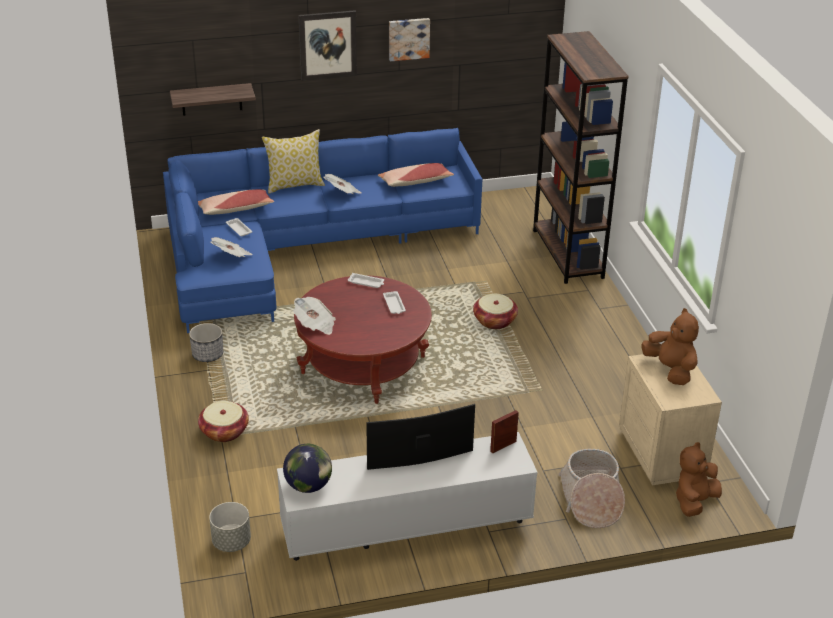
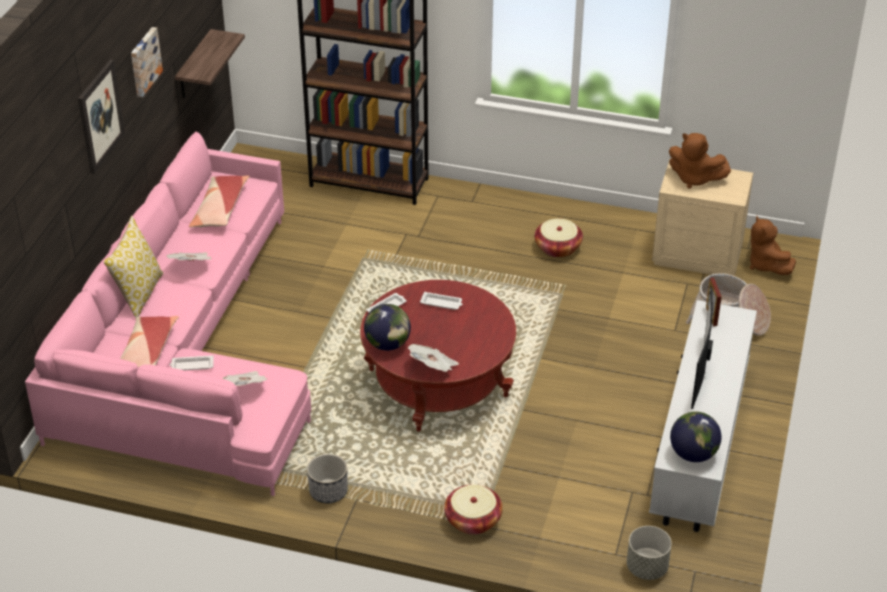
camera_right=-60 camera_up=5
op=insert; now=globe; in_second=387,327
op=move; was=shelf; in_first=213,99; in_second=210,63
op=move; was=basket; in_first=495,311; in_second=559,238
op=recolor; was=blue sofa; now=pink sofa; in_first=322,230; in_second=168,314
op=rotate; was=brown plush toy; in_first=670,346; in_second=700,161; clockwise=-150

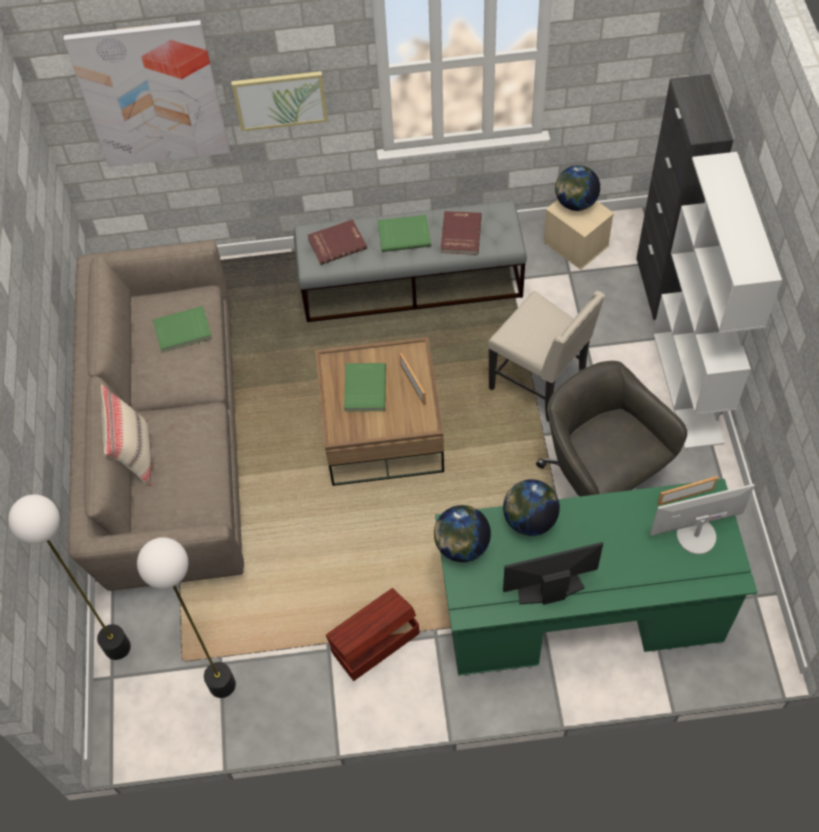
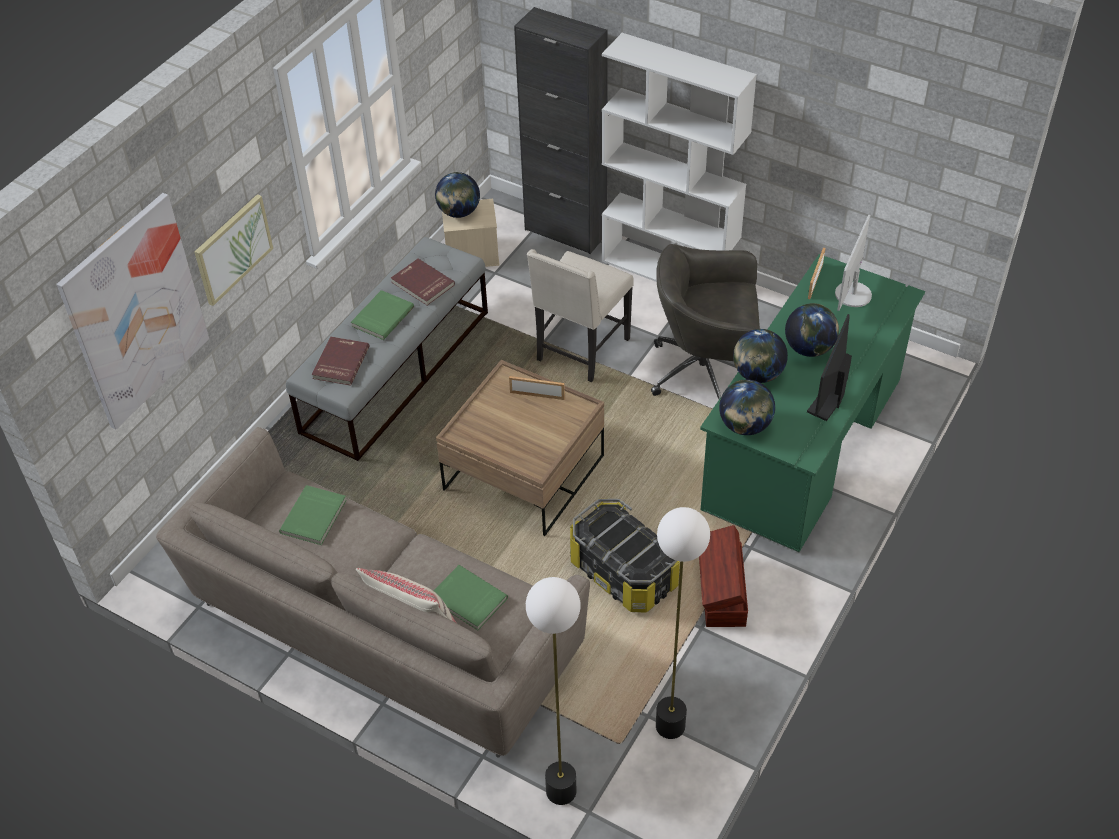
camera_right=-55 camera_up=-10
op=insert; now=storage box; in_second=625,555
op=insert; now=globe; in_second=812,330
op=move; was=green book; in_first=365,387; in_second=471,597
op=rotate; was=beige chair; in_first=546,356; in_second=580,315; clockwise=135

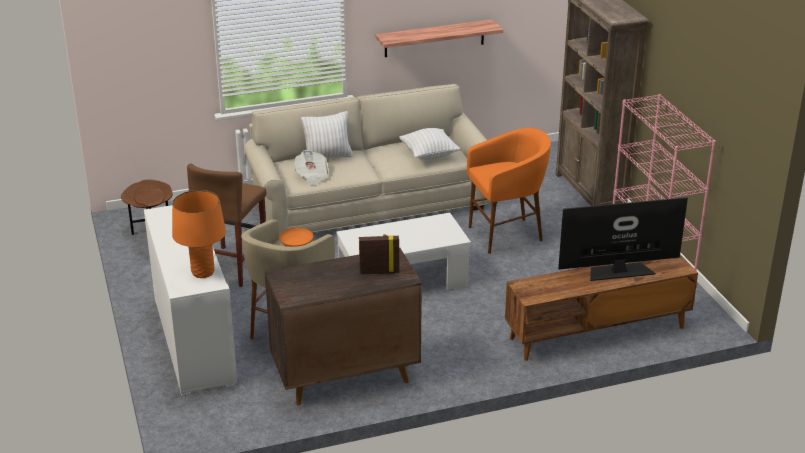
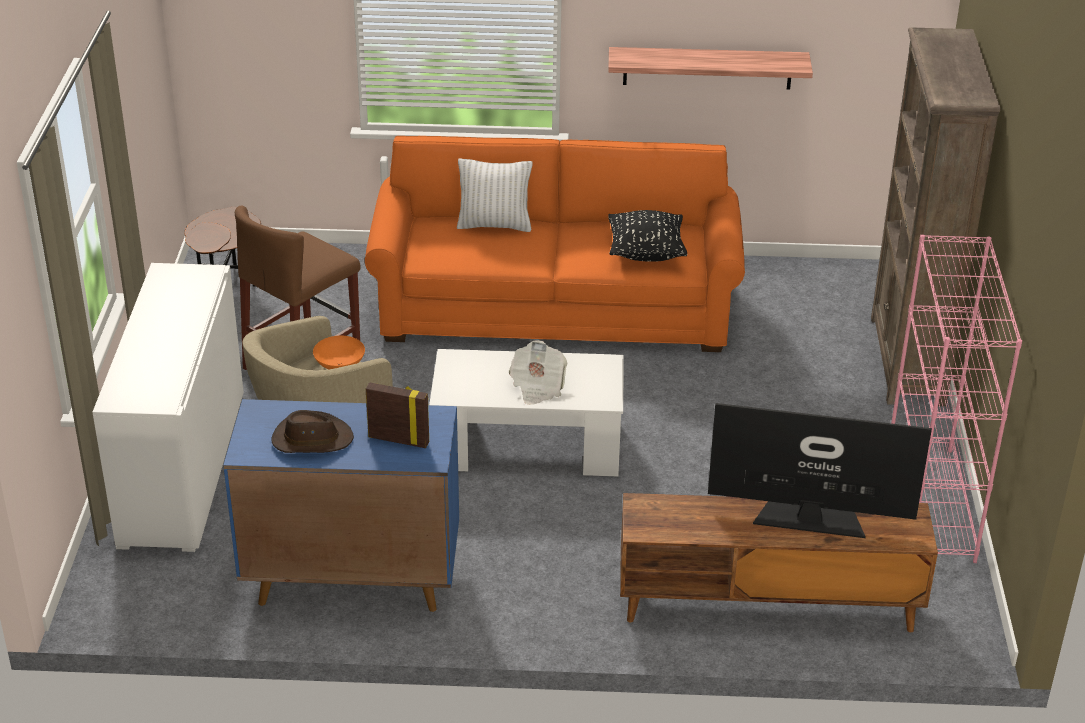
camera_right=20 camera_up=5
op=delete; was=orange table lamp; in_first=199,234
op=delete; was=orange stool; in_first=509,191
op=insert; now=brown hat; in_second=312,431
op=move; was=newspaper; in_first=312,167; in_second=538,372
op=recolor; was=beige sofa; now=orange sofa; in_first=365,159; in_second=555,244
op=recolor; was=brown cabinet; now=blue cabinet; in_first=343,326; in_second=341,505
op=recolor; was=white pillow; now=black pillow; in_first=429,144; in_second=648,236

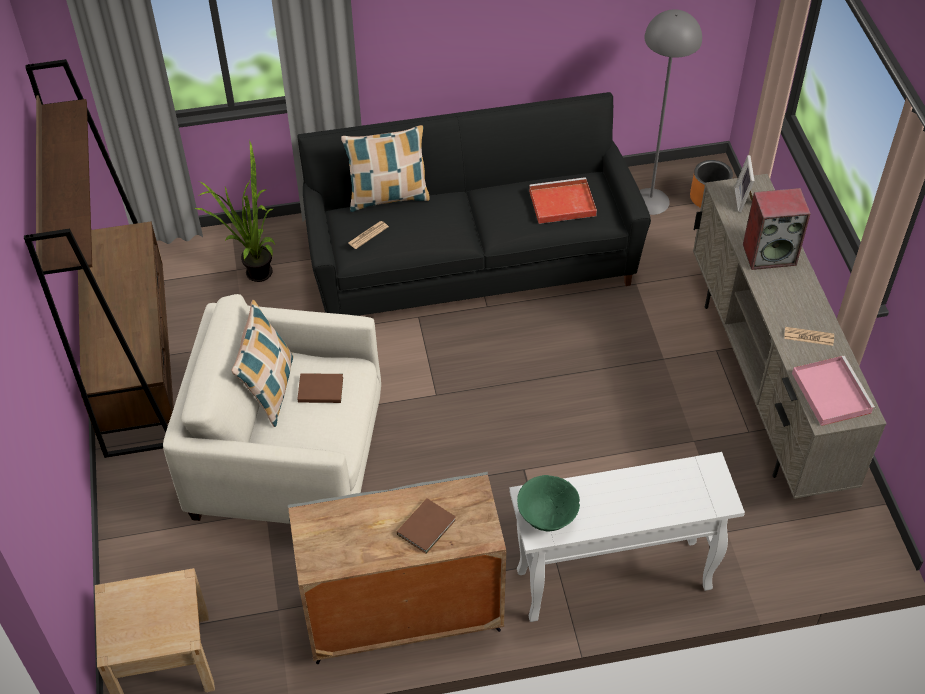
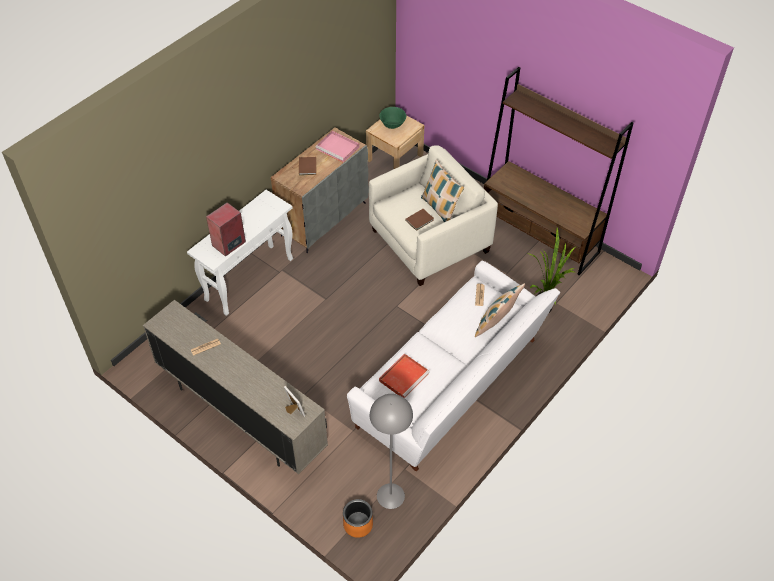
camera_right=140 camera_up=0
op=move; was=green bowl; in_first=548,503; in_second=392,118
op=move; was=speaker; in_first=777,229; in_second=226,229
op=move; was=pink tray; in_first=833,391; in_second=337,147
op=recolor; was=black sofa; now=white sofa; in_first=474,204; in_second=453,366

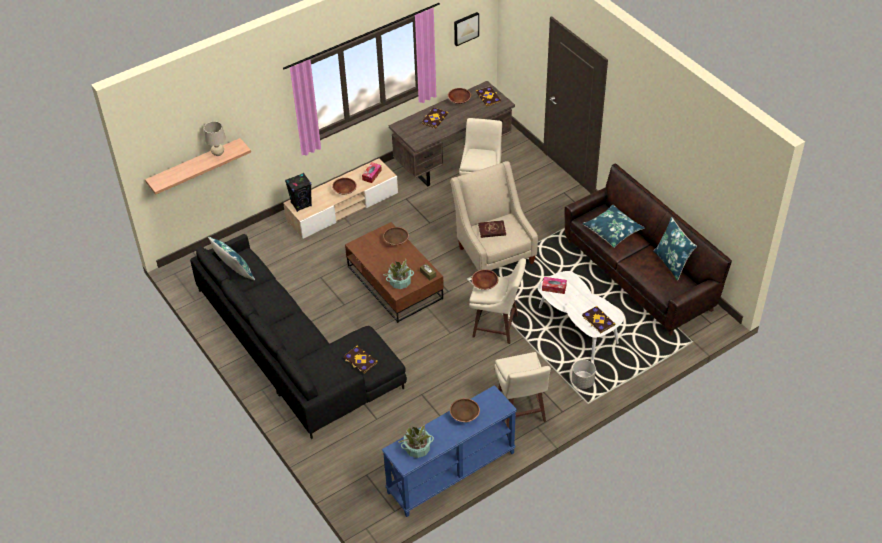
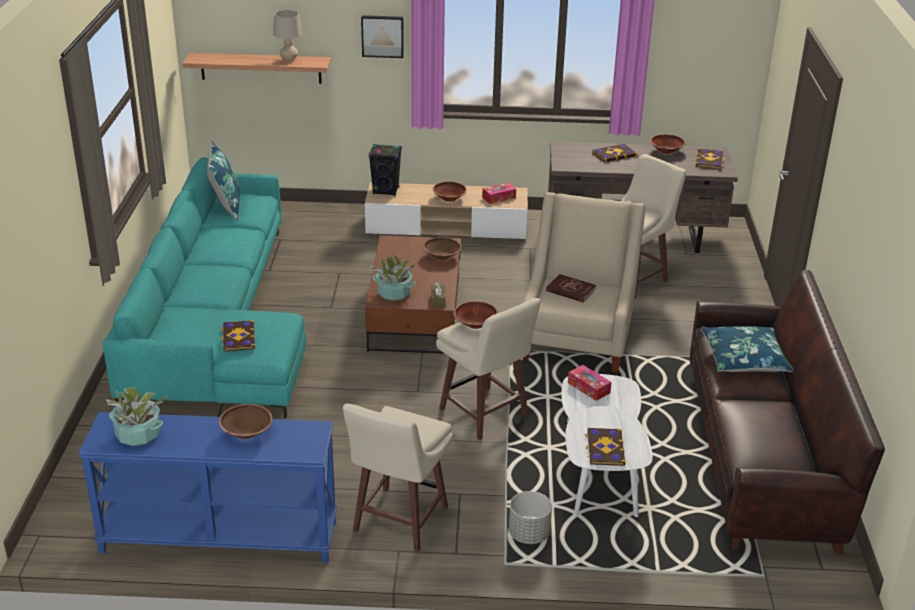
camera_right=35 camera_up=-15
op=delete; was=blue pillow; in_first=675,249
op=move; was=picture; in_first=466,29; in_second=382,36
op=recolor; was=black sofa; now=turquoise sofa; in_first=298,336; in_second=204,287

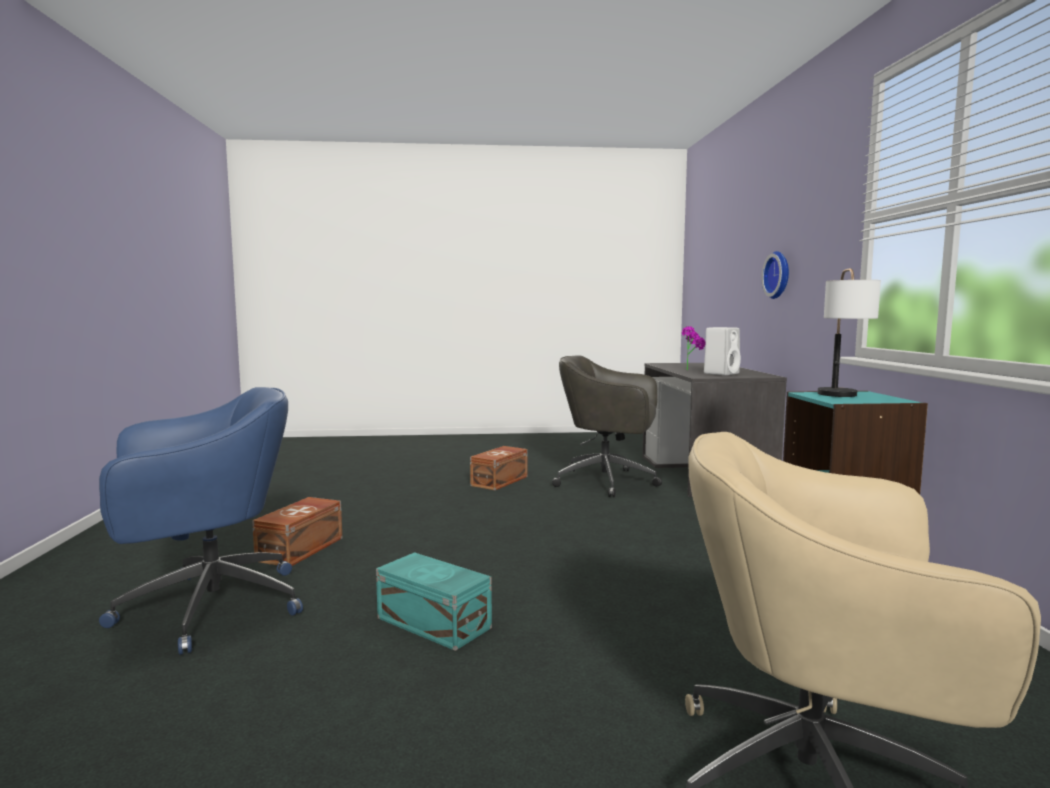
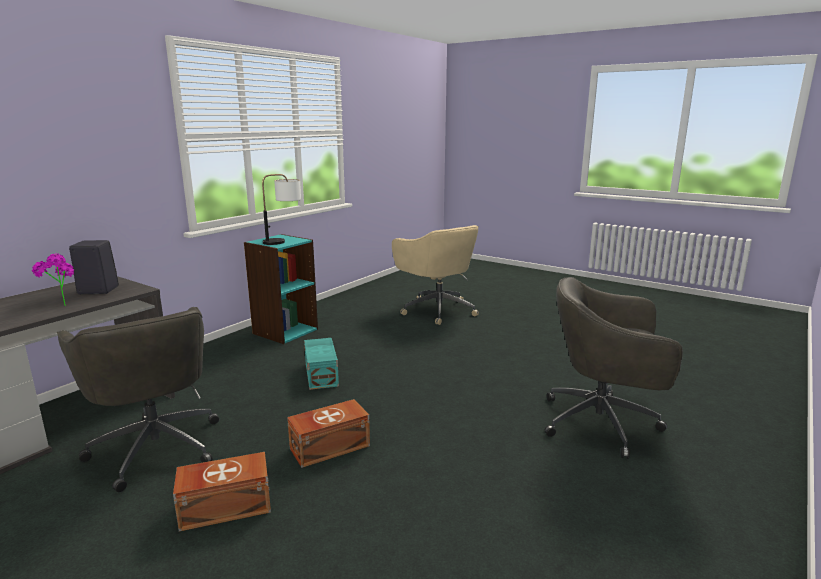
camera_right=-140 camera_up=10
op=delete; was=wall clock; in_first=775,275
op=move; was=brown storage box; in_first=297,531; in_second=328,433
op=move; was=turquoise storage box; in_first=434,601; in_second=321,364
op=recolor; was=blue office chair; now=grey office chair; in_first=201,521; in_second=614,368
op=recolor; was=white speaker; now=black speaker; in_first=722,351; in_second=94,267

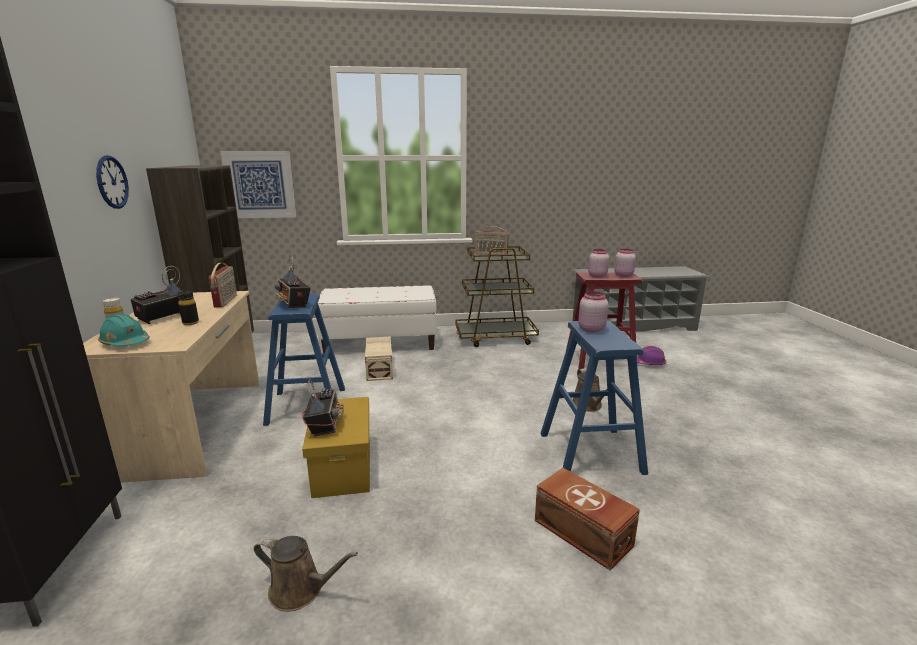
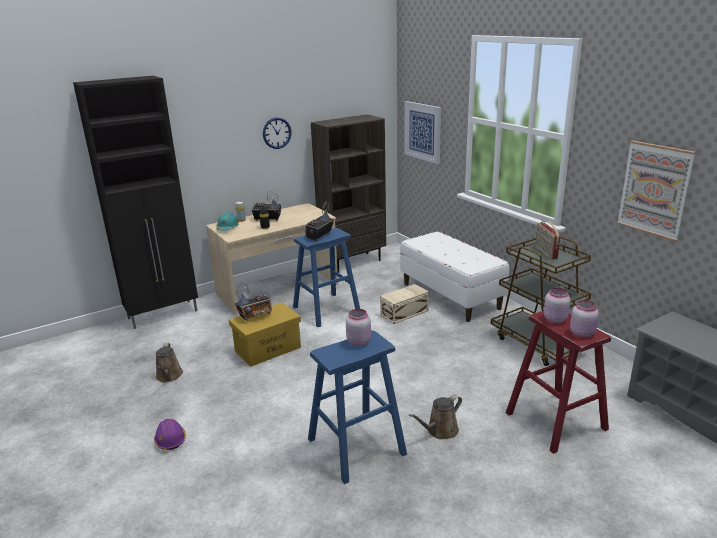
camera_right=65 camera_up=5
op=delete; was=radio; in_first=223,285
op=delete; was=brown storage box; in_first=587,519
op=insert; now=picture; in_second=656,191
op=move; was=purple hard hat; in_first=652,355; in_second=170,434

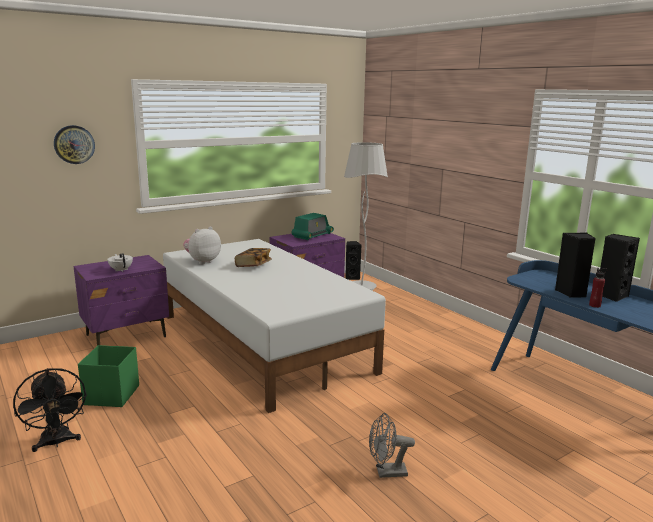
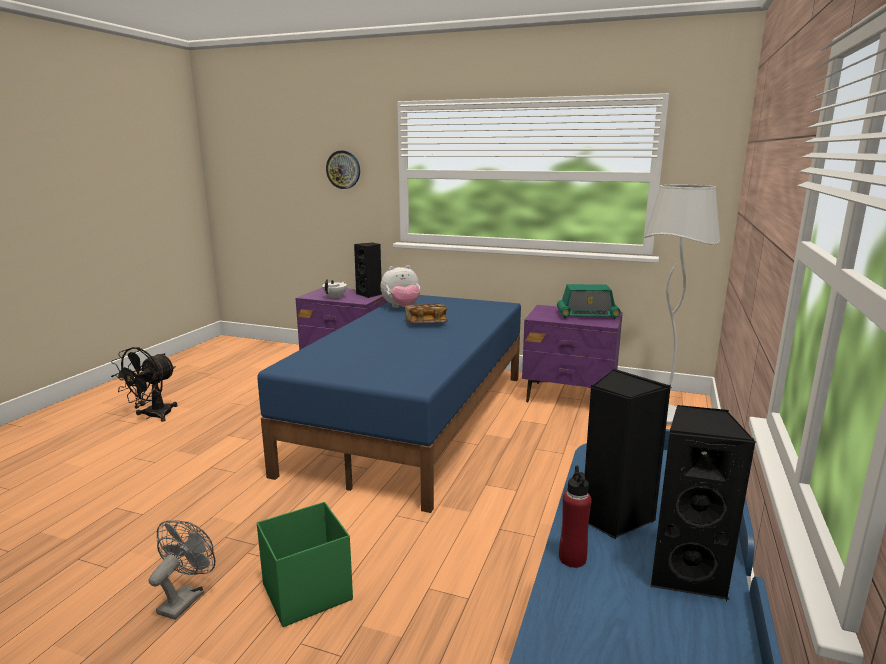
camera_right=55 camera_up=0
op=move; was=green storage box; in_first=108,376; in_second=305,564
op=move; was=black speaker; in_first=353,260; in_second=368,270
op=recolor; was=white bed; now=blue bed; in_first=274,326; in_second=389,404
op=rotate; was=plush toy; in_first=202,245; in_second=400,286; clockwise=150
op=rotate; was=grey fan; in_first=392,445; in_second=182,570; clockwise=60

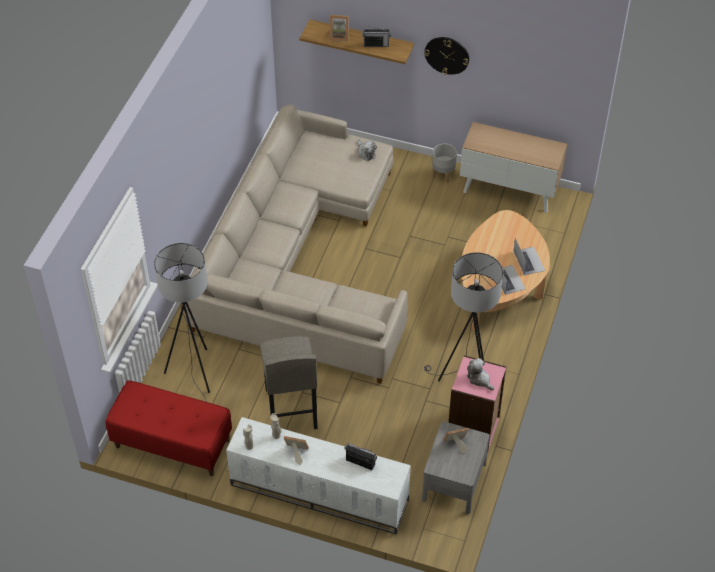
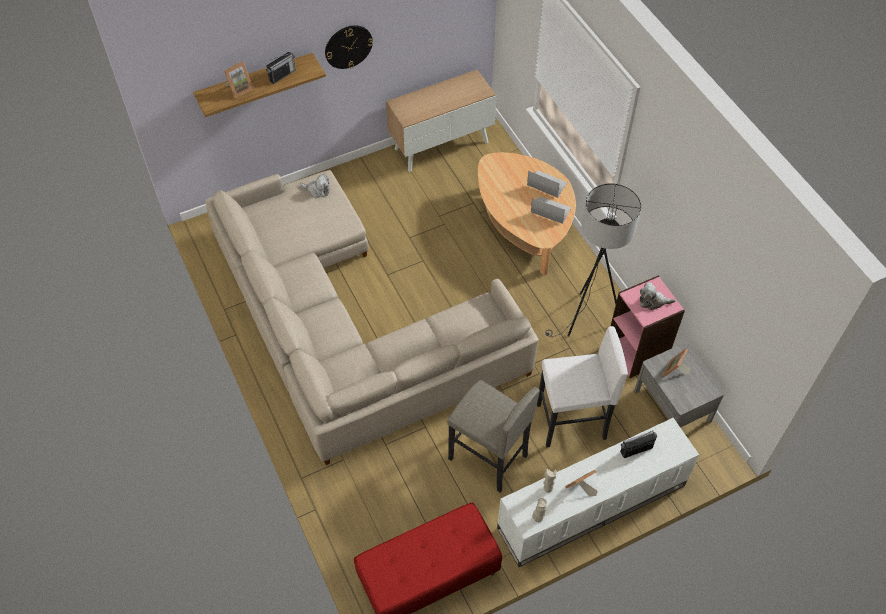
camera_right=-45 camera_up=5
op=delete; was=grey floor lamp; in_first=182,322
op=delete; was=grey planter; in_first=444,163
op=insert; now=white stool; in_second=582,387

